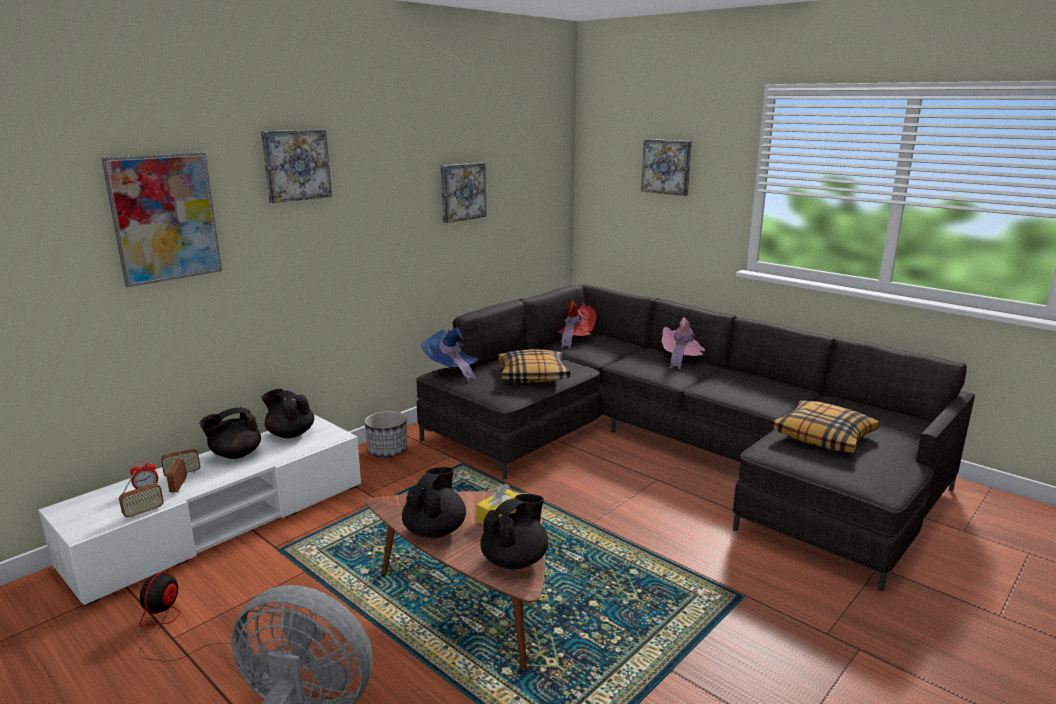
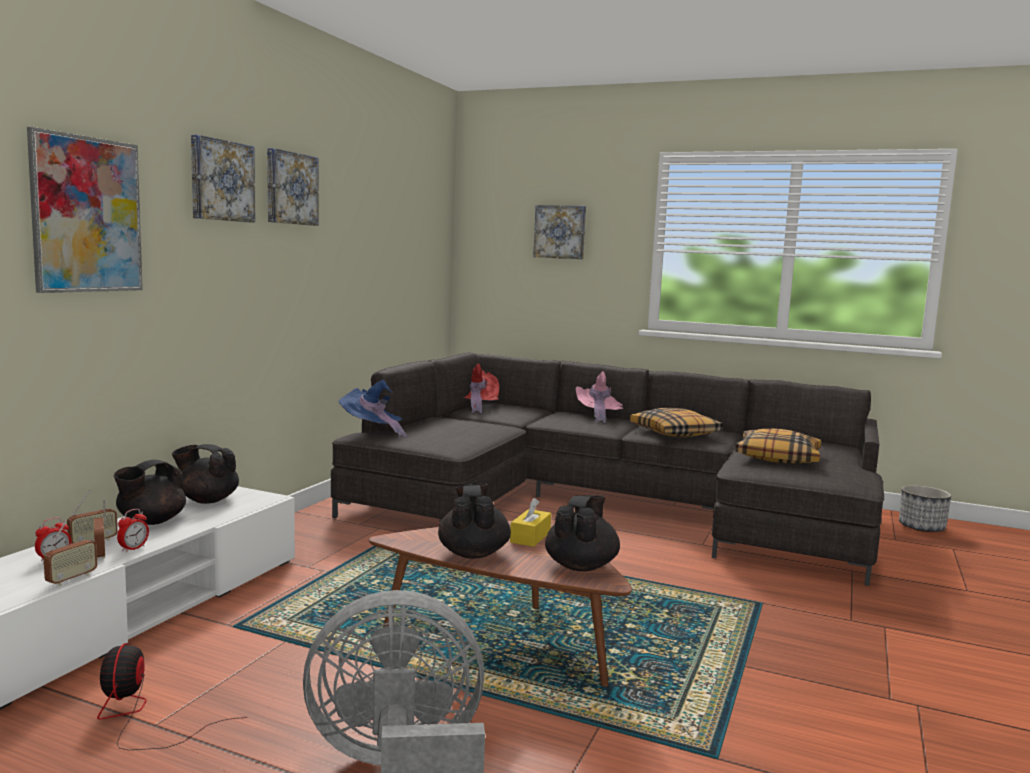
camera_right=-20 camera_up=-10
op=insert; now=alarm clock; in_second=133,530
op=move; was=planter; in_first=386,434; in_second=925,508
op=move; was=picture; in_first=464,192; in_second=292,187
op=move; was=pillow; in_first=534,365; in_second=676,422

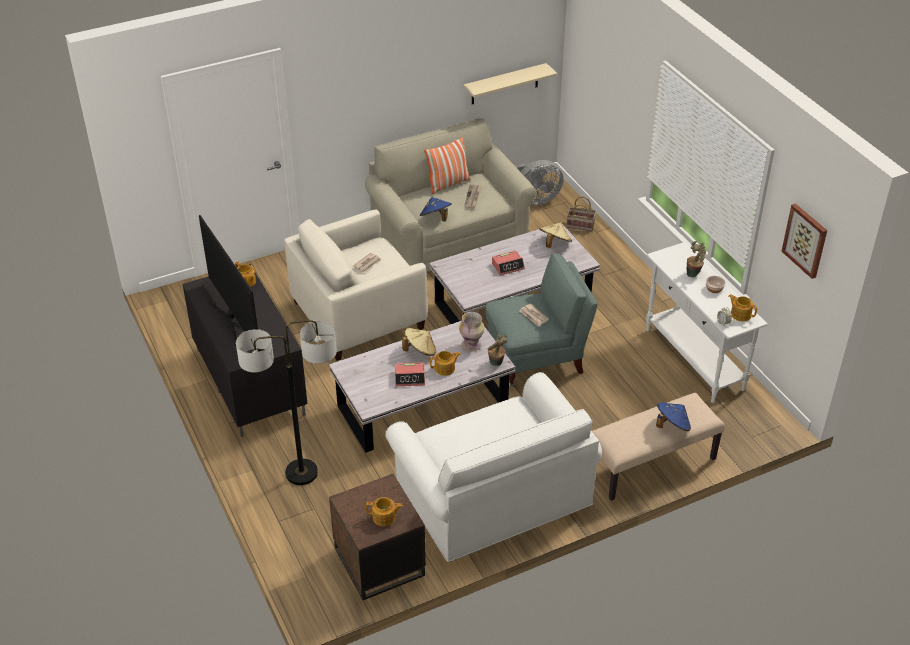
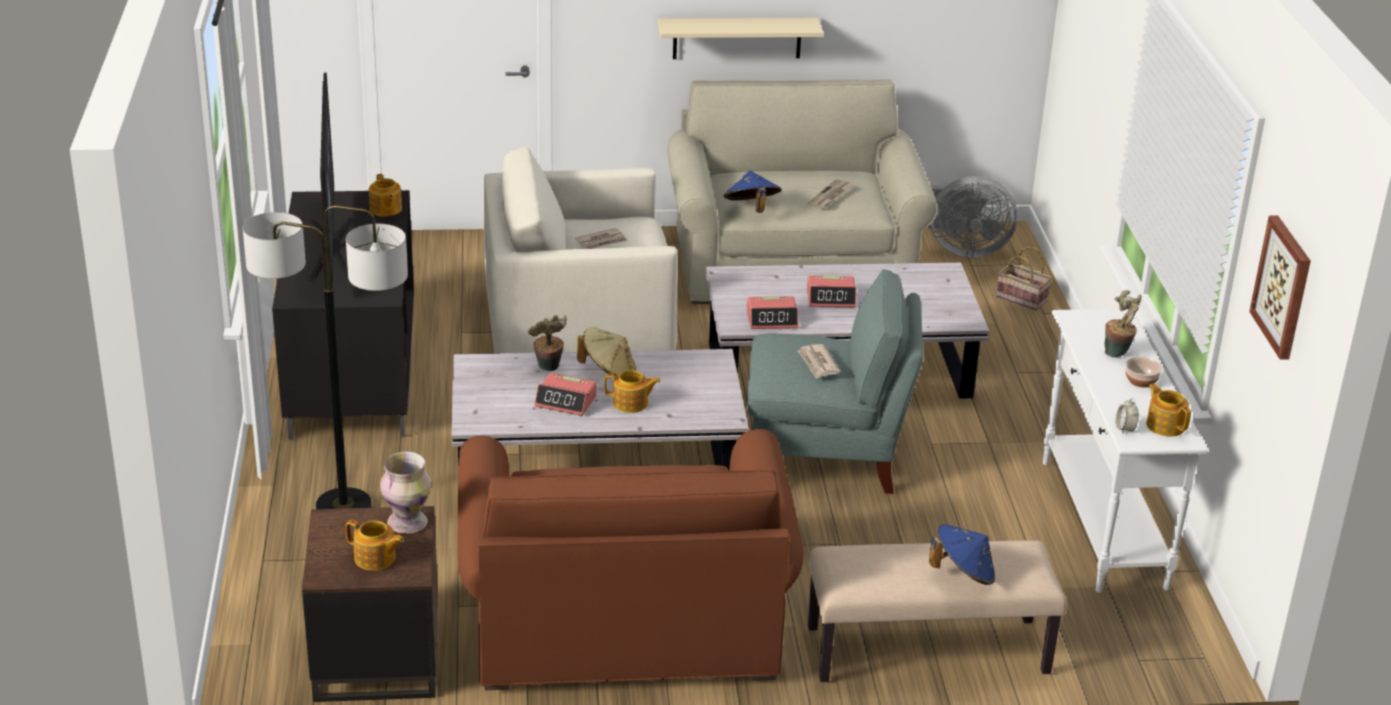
camera_right=20 camera_up=-10
op=delete; was=pillow; in_first=447,165
op=delete; was=beige hat; in_first=555,235
op=insert; now=alarm clock; in_second=772,312
op=move; was=vase; in_first=471,332; in_second=405,493
op=move; was=beige shelf; in_first=510,83; in_second=741,38
op=move; was=potted plant; in_first=497,350; in_second=547,343
op=recolor; was=white sofa; now=brown sofa; in_first=493,467; in_second=630,559

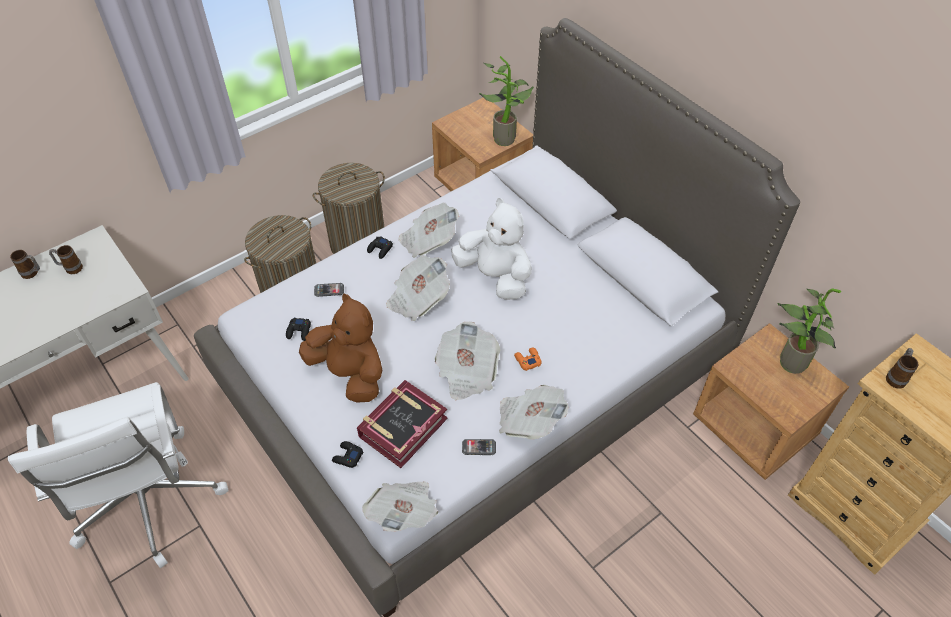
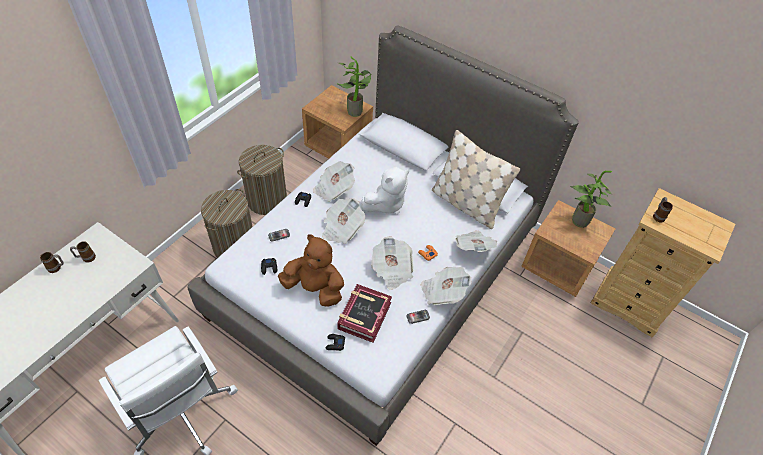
camera_right=-20 camera_up=0
op=insert; now=beige pillow; in_second=476,179
op=move; was=newspaper; in_first=400,506; in_second=476,241
op=rotate; was=white plush toy; in_first=491,249; in_second=385,190; clockwise=120

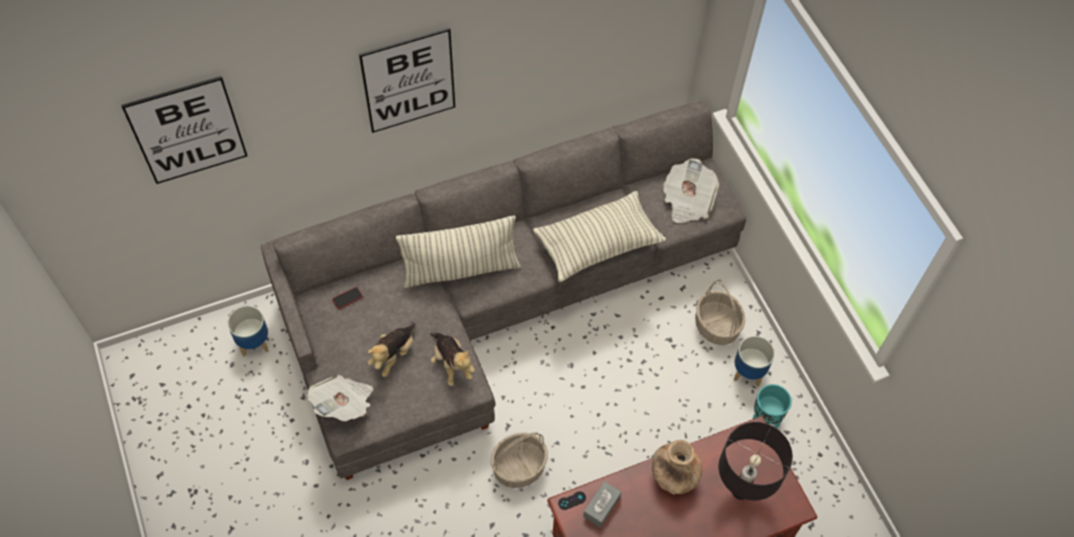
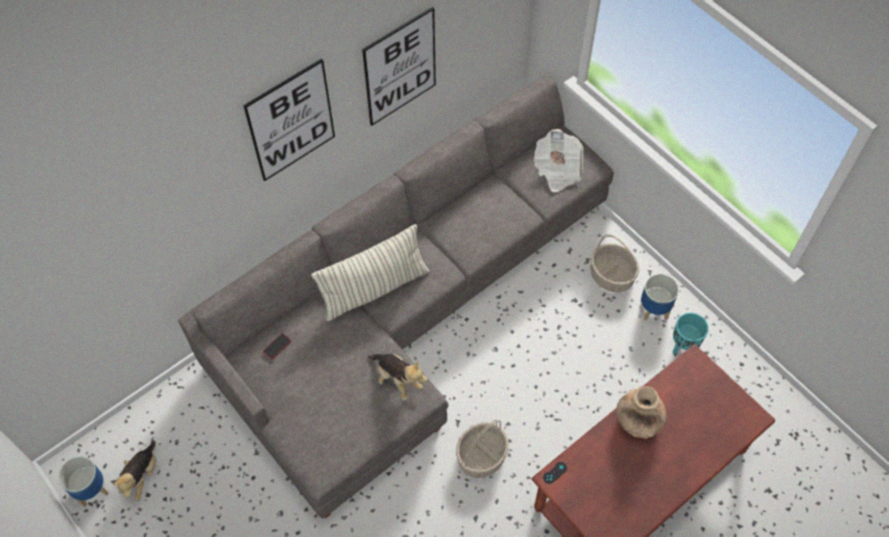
camera_right=-15 camera_up=0
op=delete; was=newspaper; in_first=340,398
op=delete; was=pillow; in_first=599,236
op=delete; was=grey tissue box; in_first=602,504
op=delete; was=black table lamp; in_first=755,461
op=move; was=picture; in_first=184,130; in_second=399,66
op=move; was=planter; in_first=248,331; in_second=83,481
op=move; was=plush toy; in_first=391,349; in_second=135,470

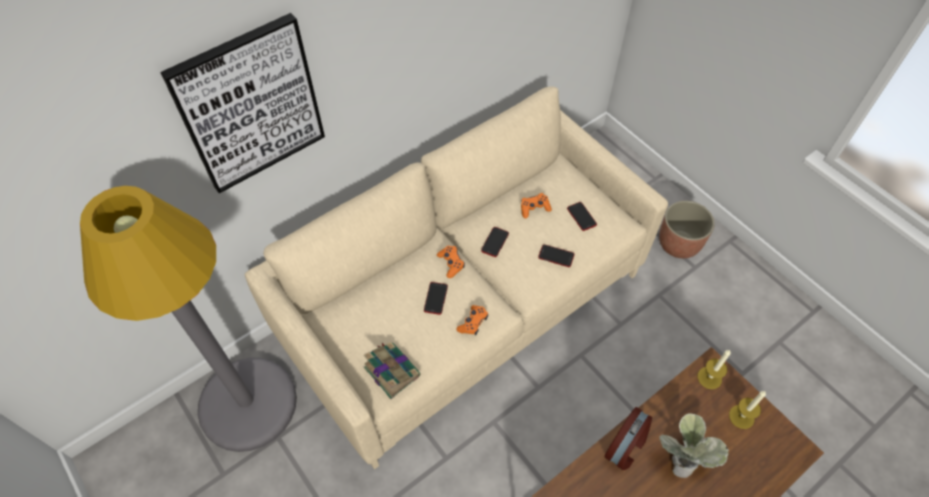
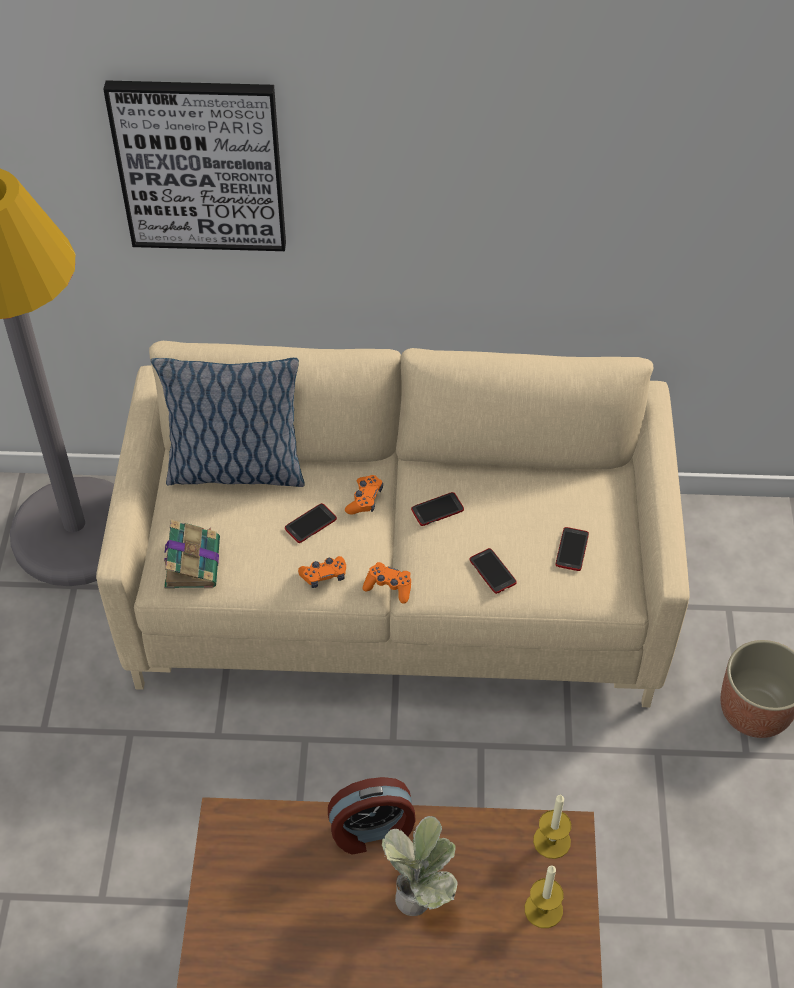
camera_right=40 camera_up=-5
op=insert; now=pillow; in_second=228,422
op=move; was=orange game controller; in_first=536,205; in_second=387,583

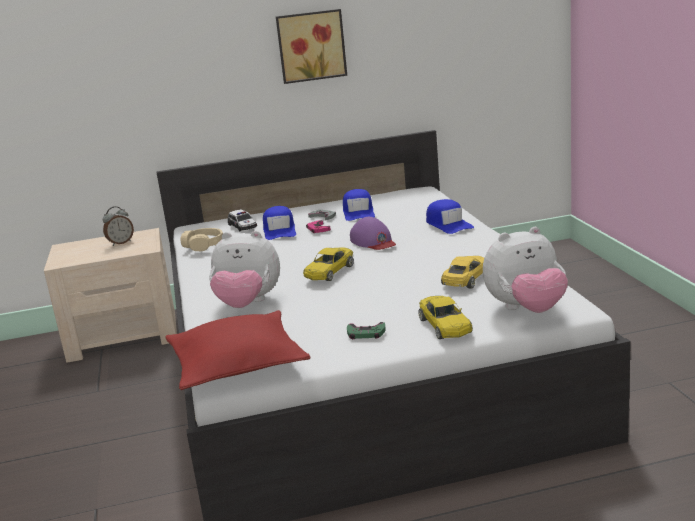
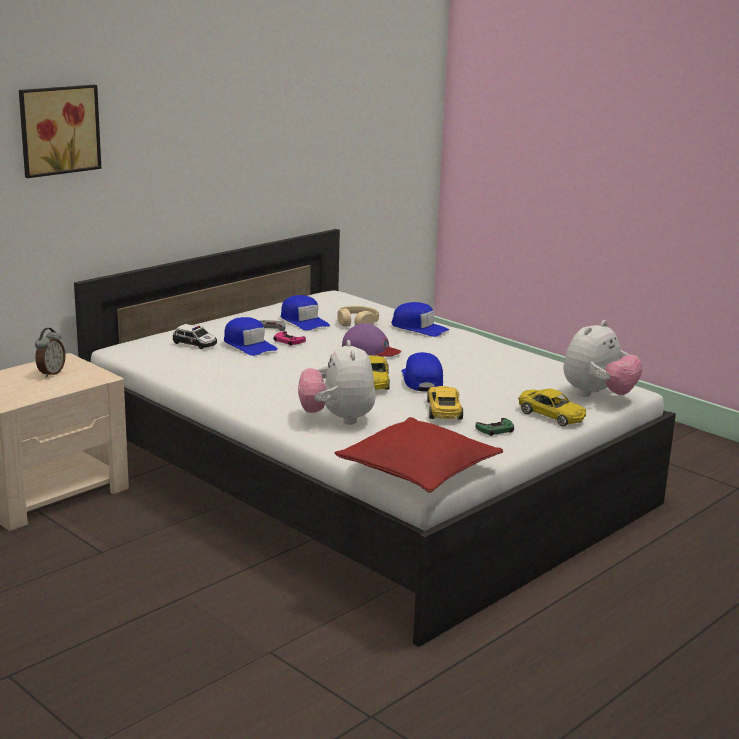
camera_right=-35 camera_up=0
op=insert; now=blue cap; in_second=422,372
op=move; was=beige headphones; in_first=202,240; in_second=358,316
op=move; was=picture; in_first=311,46; in_second=60,131
op=move; was=yellow toy car; in_first=462,272; in_second=445,403
op=rotate; was=plush toy; in_first=244,269; in_second=337,382; clockwise=105

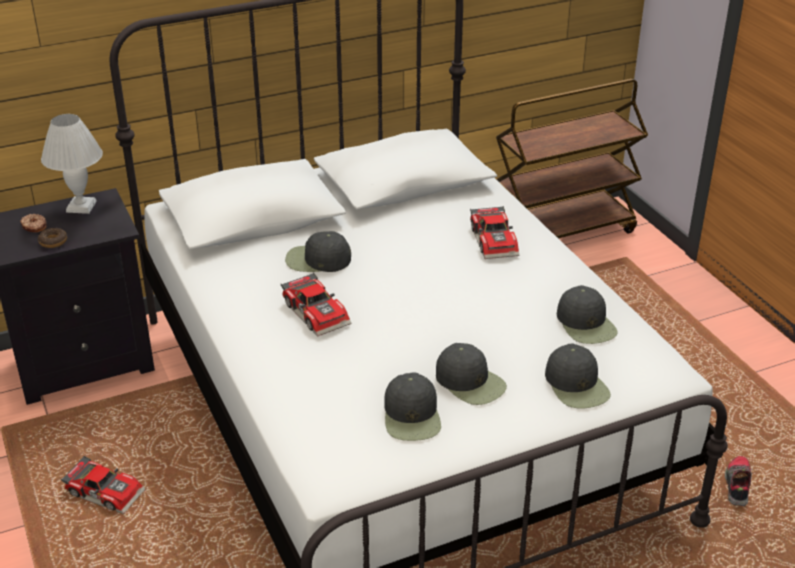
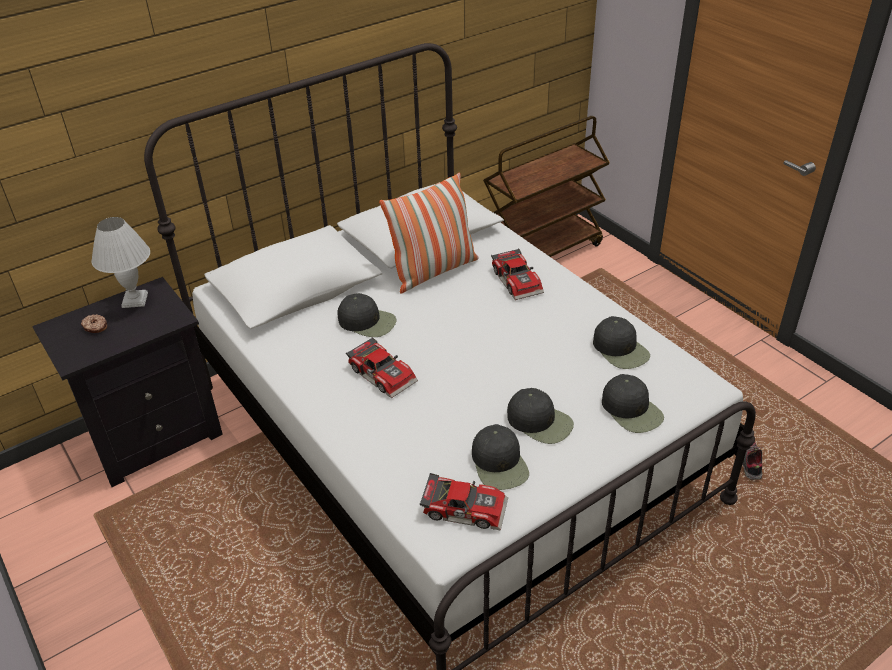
camera_right=-10 camera_up=5
op=delete; was=donut; in_first=52,238
op=insert; now=pillow; in_second=429,232
op=move; was=toy car; in_first=103,485; in_second=464,501
op=rotate; was=black cap; in_first=318,251; in_second=366,315; clockwise=-150

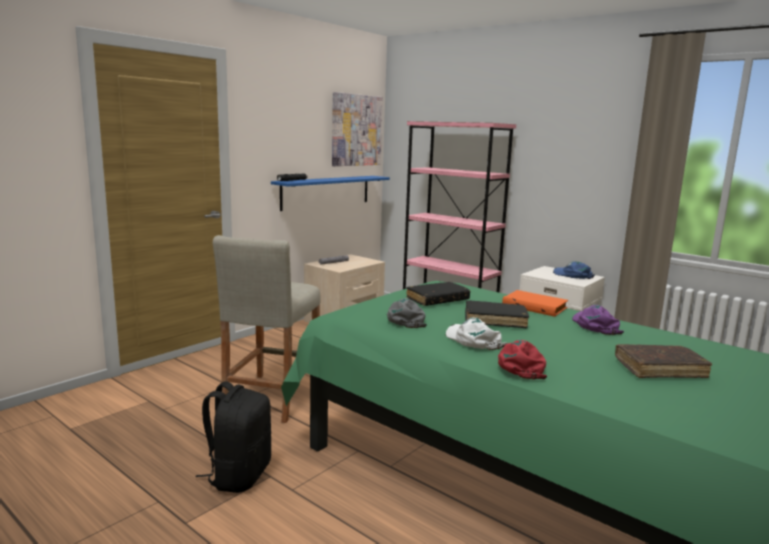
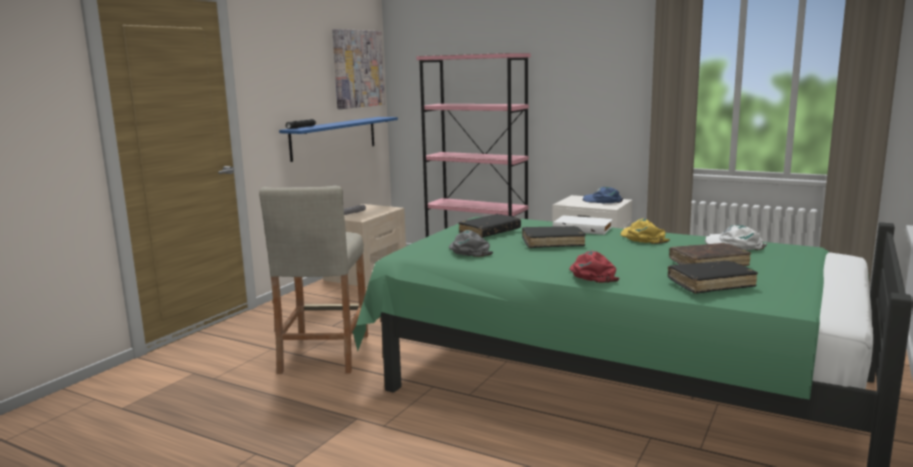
camera_right=-10 camera_up=0
op=delete; was=black backpack; in_first=233,437
op=insert; now=black book; in_second=713,277
op=move; was=white cap; in_first=476,334; in_second=736,237
op=recolor; was=orange book; now=white book; in_first=535,303; in_second=582,225
op=recolor; was=purple cap; now=yellow cap; in_first=598,320; in_second=645,231

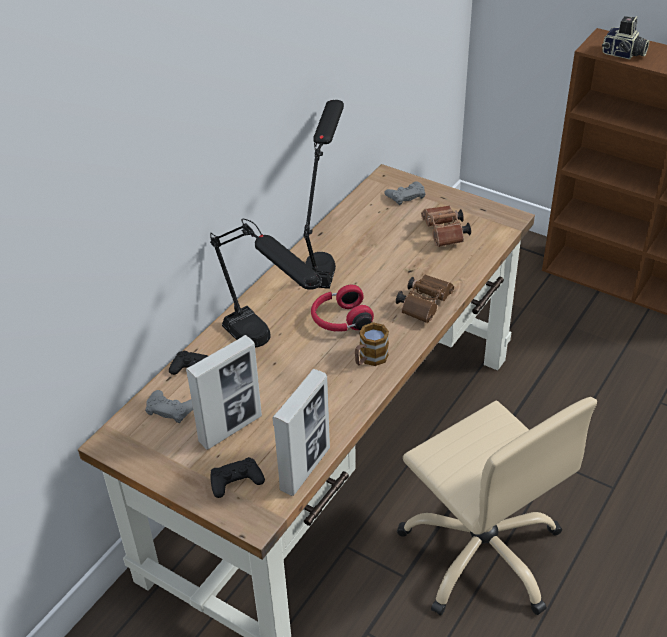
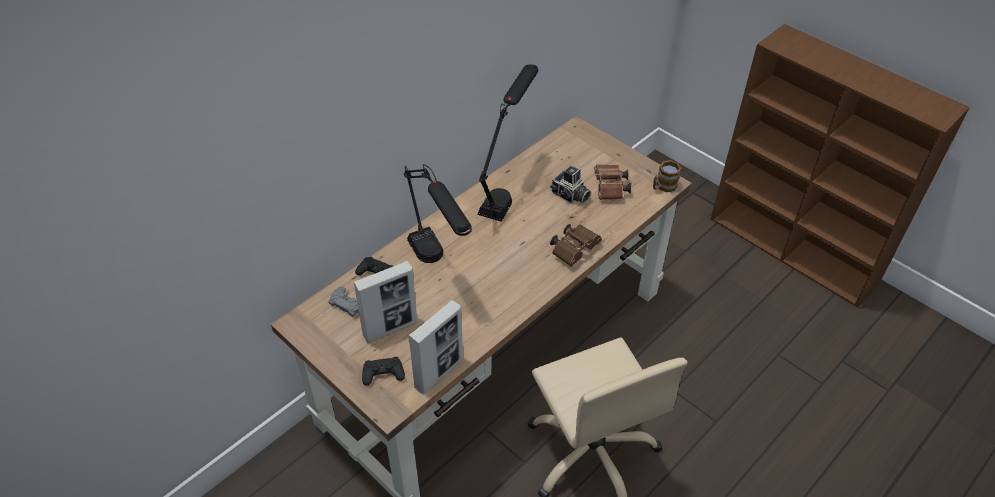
camera_right=10 camera_up=5
op=delete; was=red headphones; in_first=342,308
op=delete; was=grey game controller; in_first=405,193
op=move; was=mug; in_first=372,344; in_second=667,176
op=move; was=photo camera; in_first=625,37; in_second=570,185

